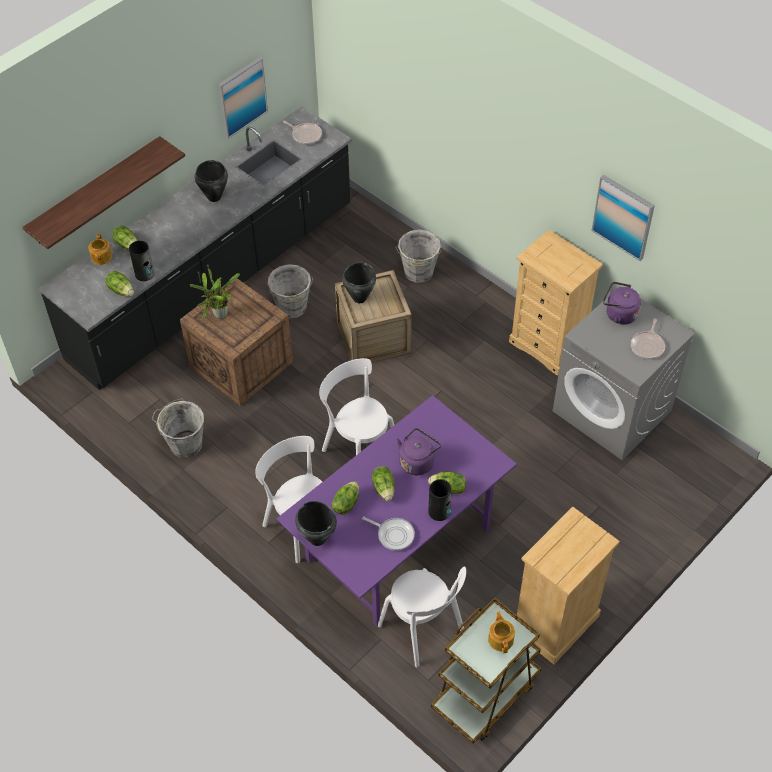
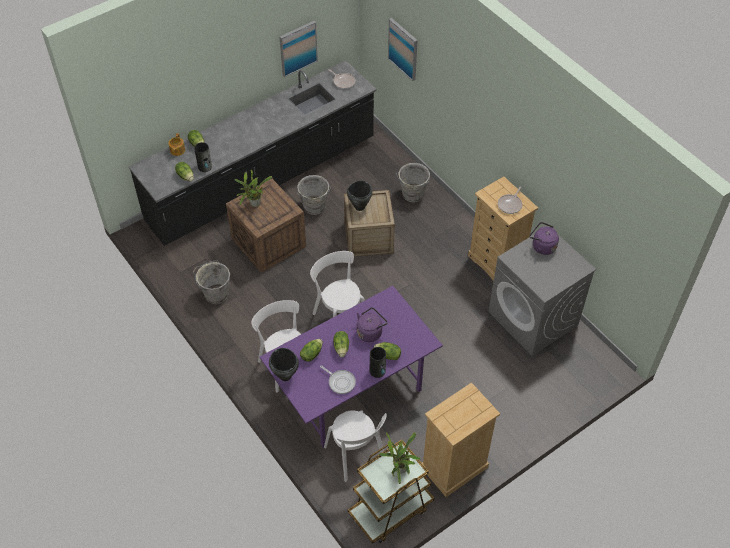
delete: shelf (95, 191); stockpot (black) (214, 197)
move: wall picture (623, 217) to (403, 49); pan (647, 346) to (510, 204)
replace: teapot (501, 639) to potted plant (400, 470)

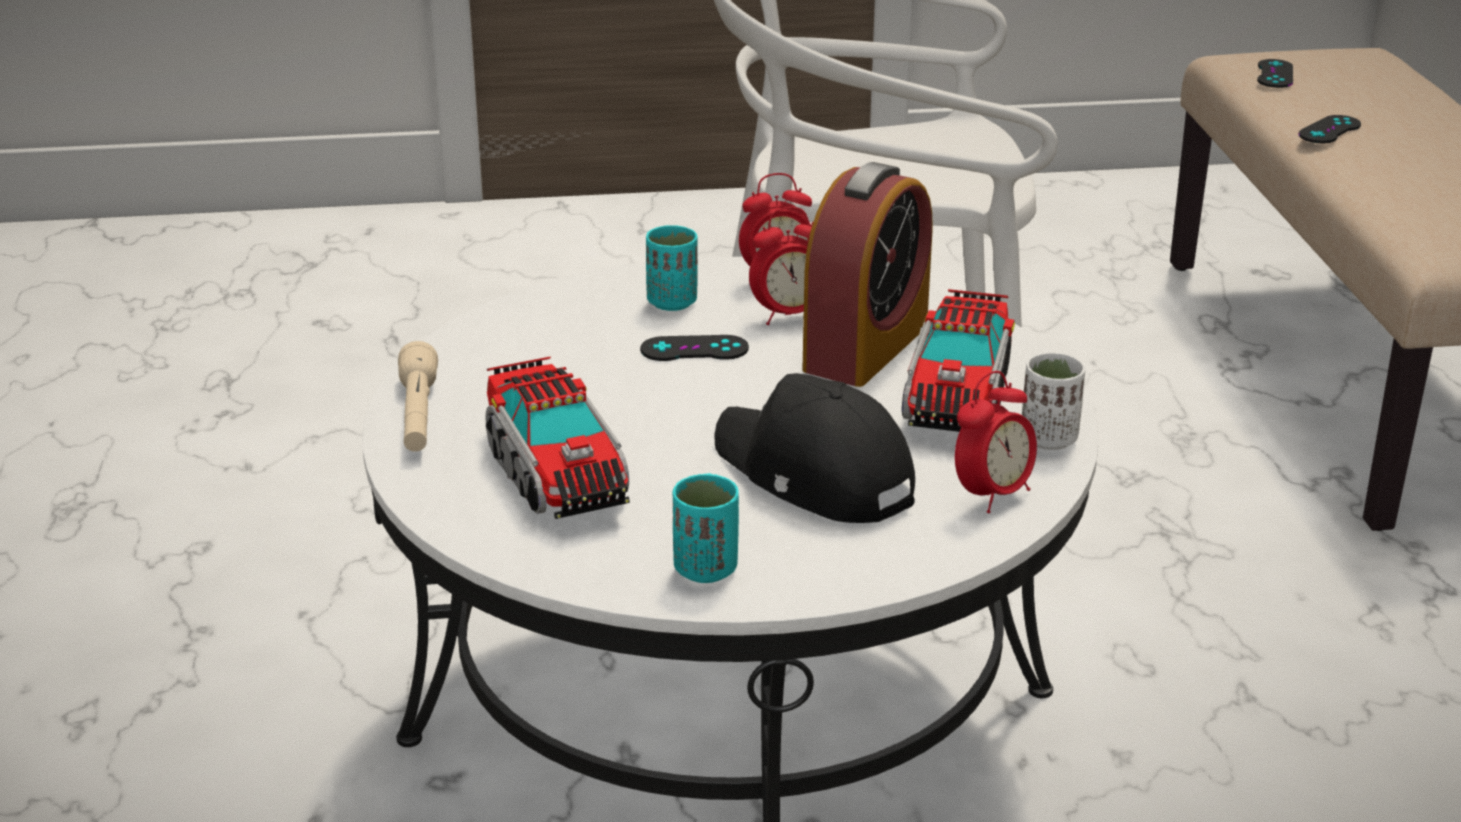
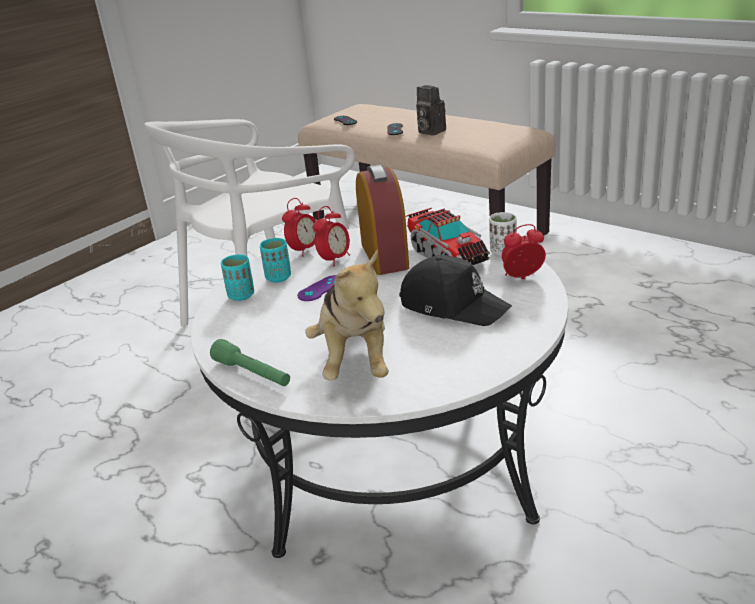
insert: still camera (429, 131)
move: small cup (turquoise-coloured) (706, 569) to (241, 295)
replace: model truck (555, 472) to cuddly toy (356, 359)
recolor: hand torch (beige-coloured) (418, 416) to hand torch (greenish) (252, 374); joypad (black) (694, 349) to joypad (purple-coloured) (321, 288)
rotate: peaked cap (black) (812, 475) = (453, 305) 150 degrees counterclockwise; table clock (992, 495) = (522, 278) 105 degrees counterclockwise

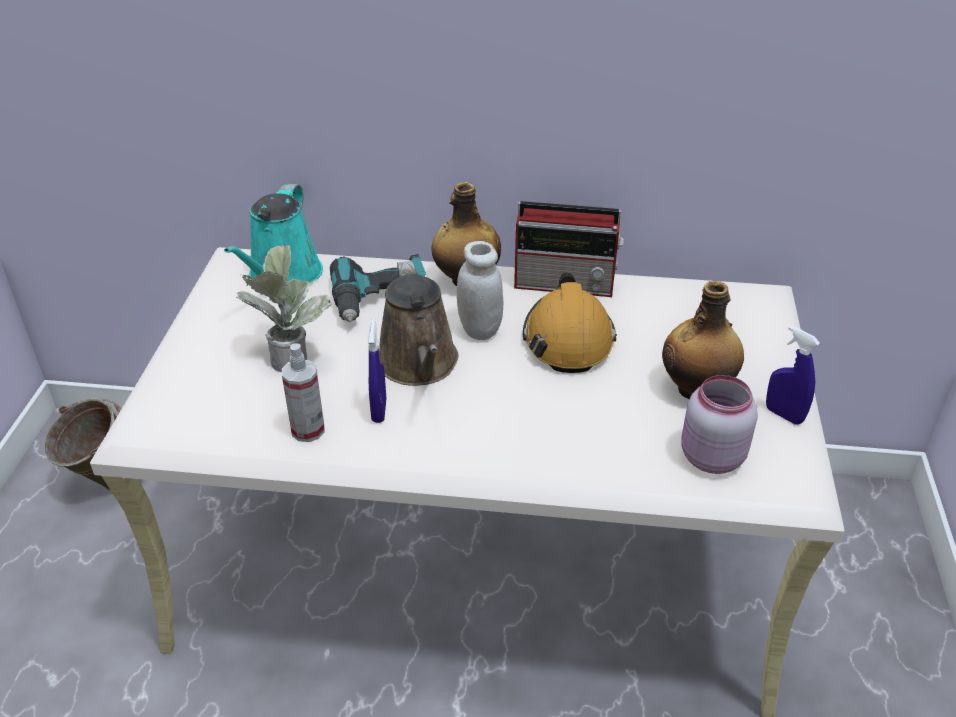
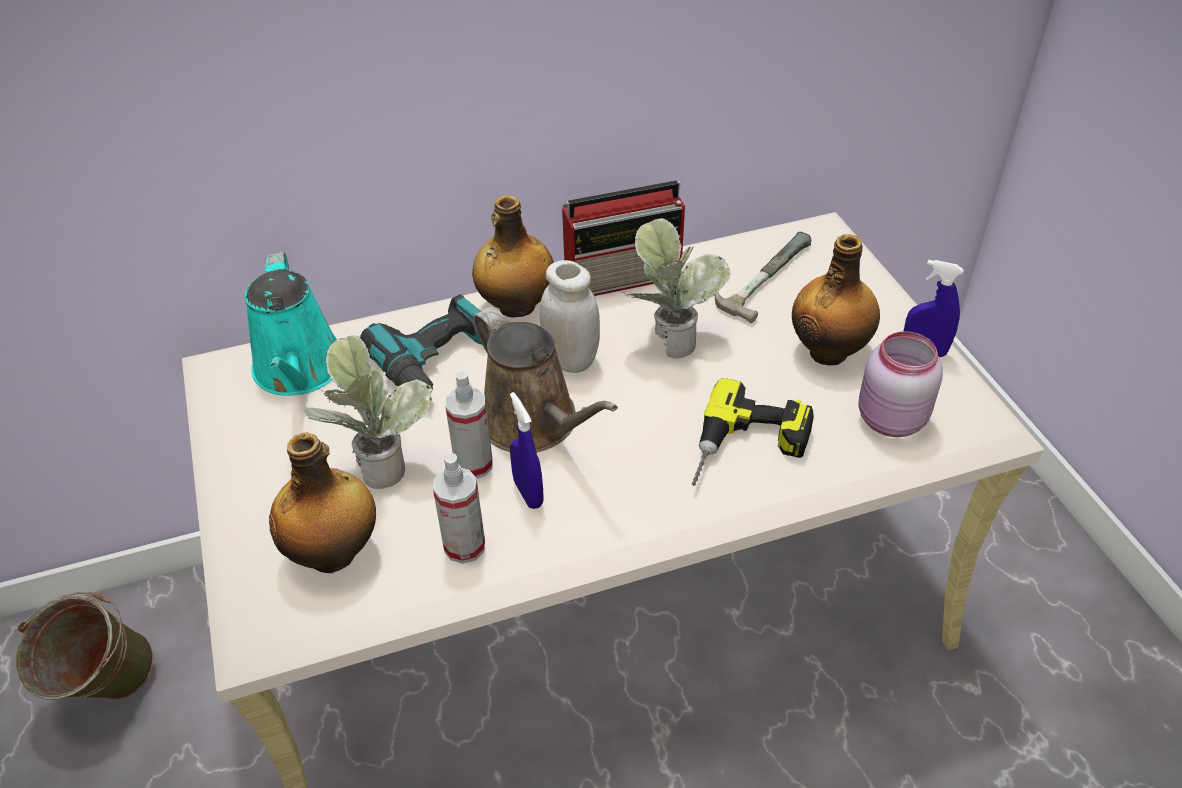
insert: drink bottle (334, 553); sprayer (474, 464); electric drill (748, 451); hand hammer (759, 275)
replace: work helmet (orangey) (568, 338) to potted plant (668, 339)

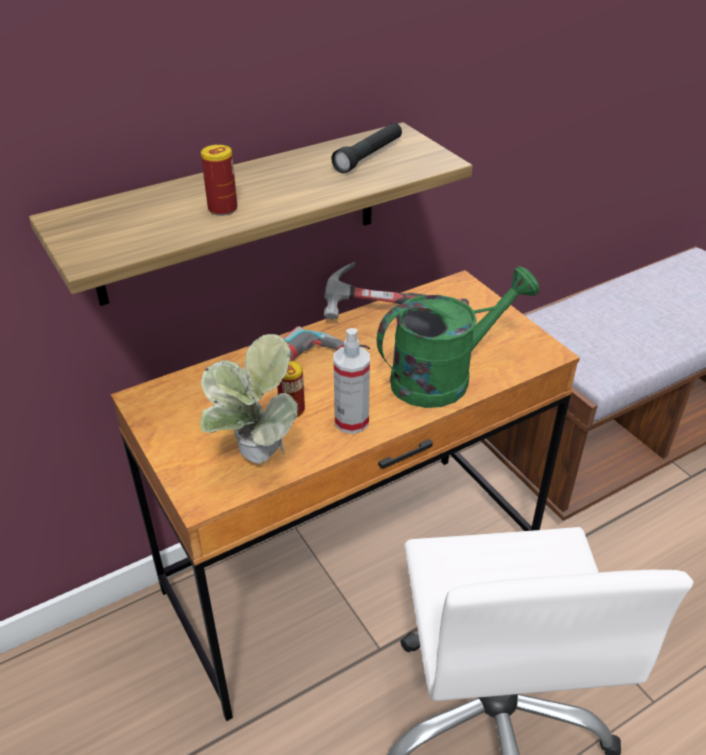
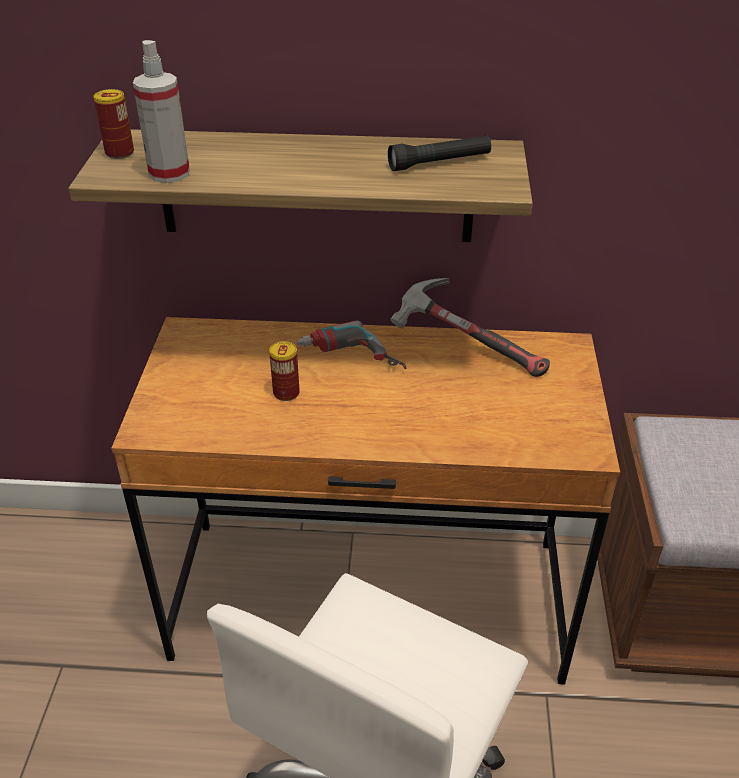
delete: potted plant (254, 463); watering can (greenish) (443, 377)
move: can (222, 209) to (119, 153); sprayer (351, 421) to (169, 173)

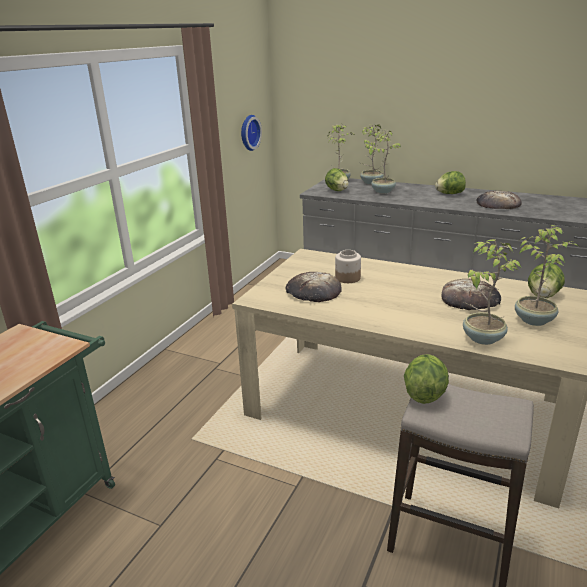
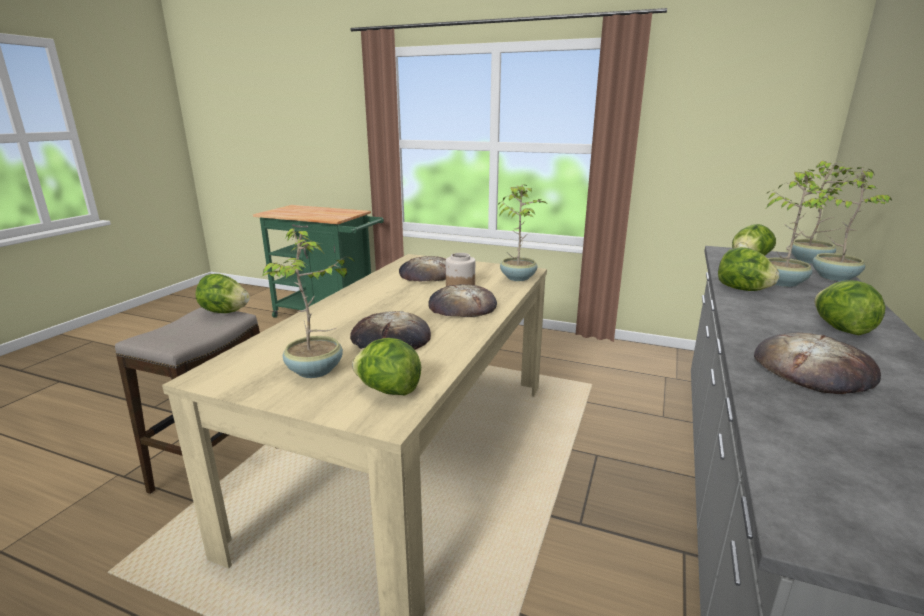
delete: hanging clock (248, 132)
insert: bakery bread (462, 306); lettuce (742, 289)
move: potted plant (481, 338) to (518, 277)

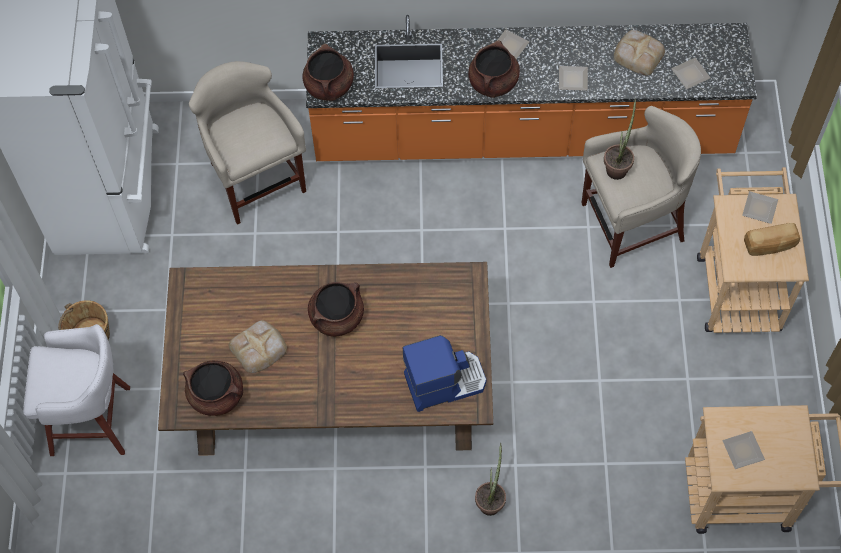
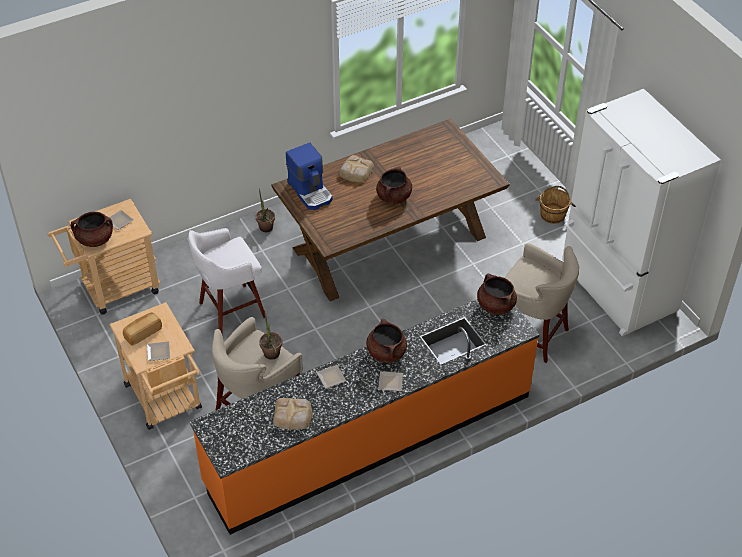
delete: dinner plate (689, 74)
move: stool seat (white) (94, 421) to (230, 311); stockpot (brown-coloured) (217, 395) to (95, 239); bakery bread (259, 348) to (355, 171)
rotate: coffee maker (444, 381) = (311, 191) 75 degrees counterclockwise

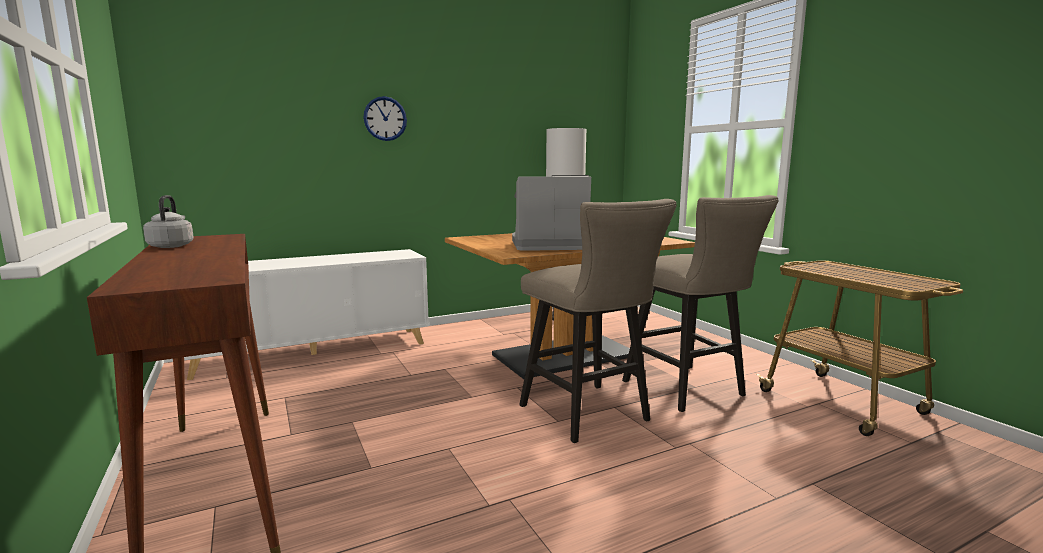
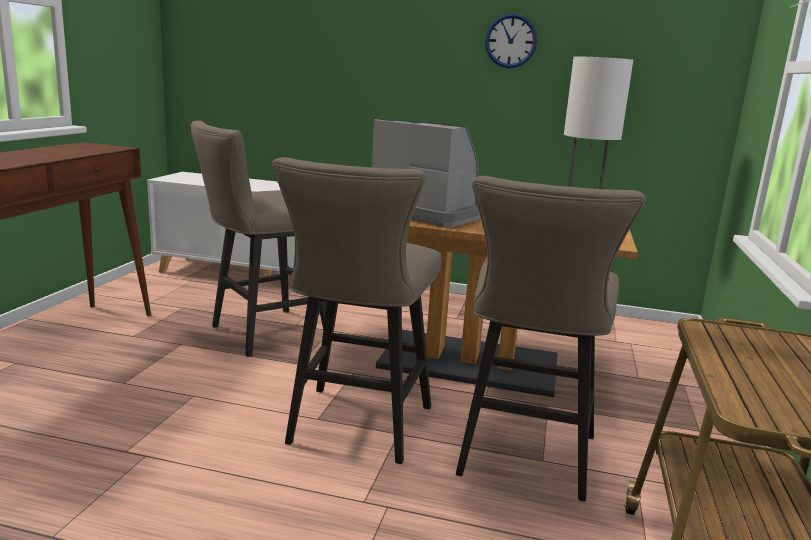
delete: kettle (gray) (172, 246)
insert: stool seat (beige-coloured) (262, 334)
move: hanging clock (385, 118) to (511, 41)

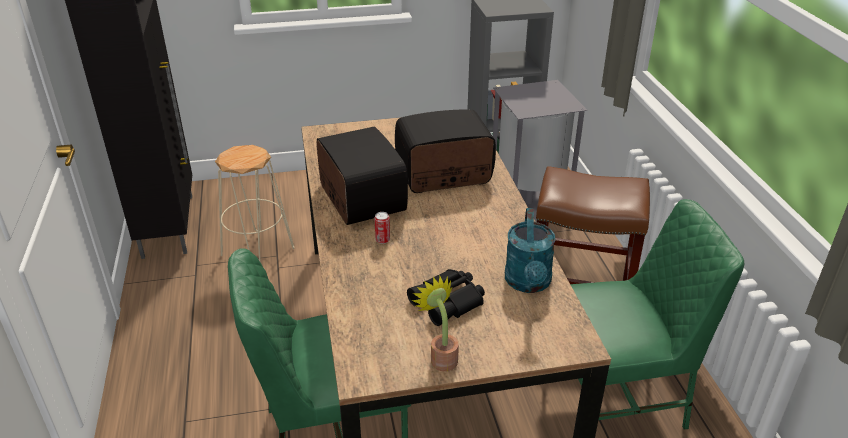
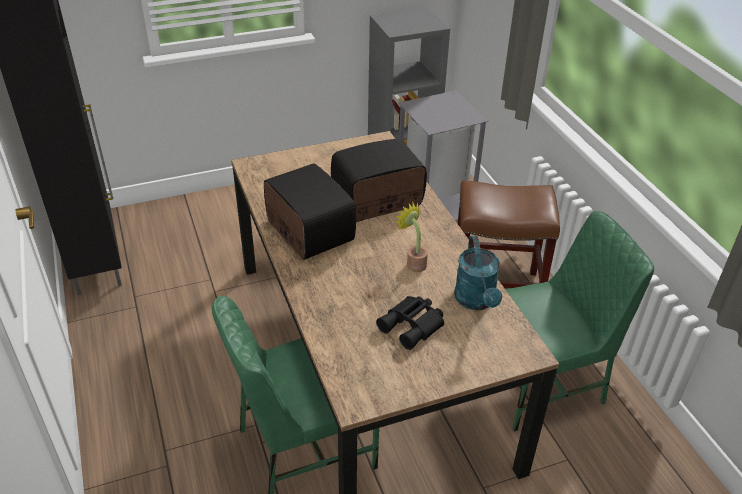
delete: stool seat (beige-coloured) (257, 252); can (382, 240)
move: potted plant (441, 357) to (413, 263)

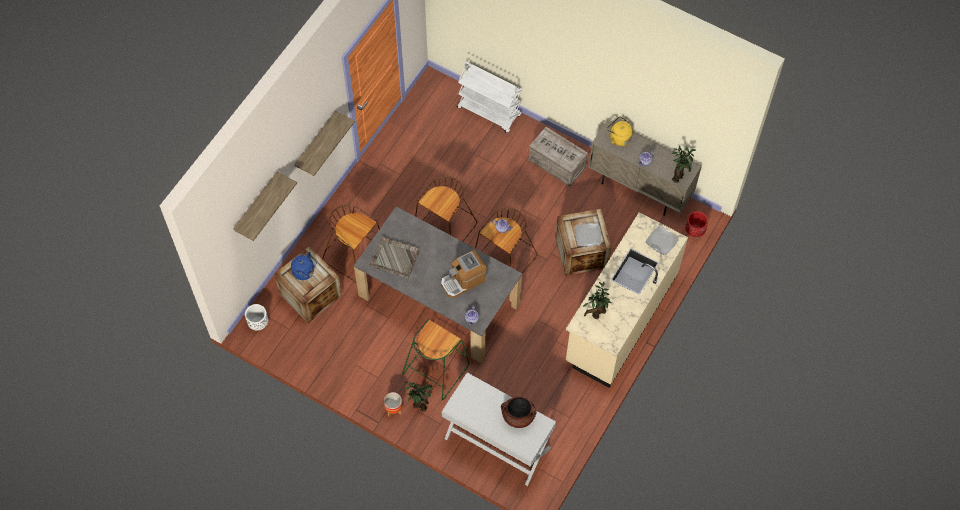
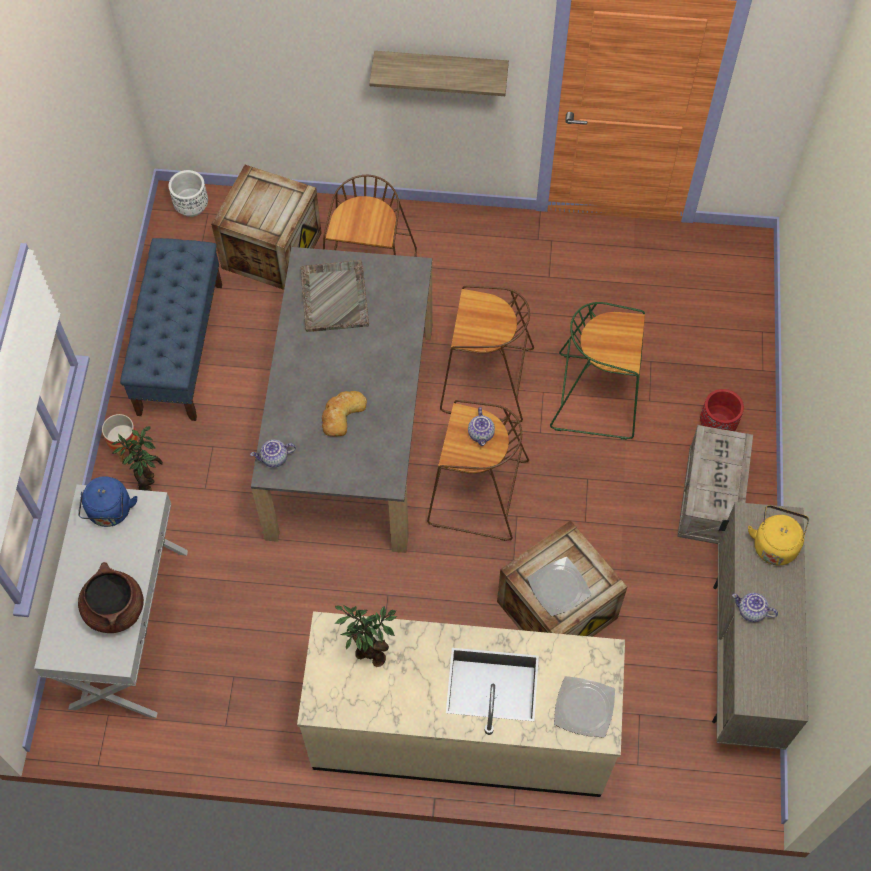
delete: shelf (256, 205); cart (white) (489, 112); potted plant (679, 176)
insert: long seat (blue) (180, 348)
move: kettle (blue) (305, 272) to (110, 512); stool seat (greenish) (436, 368) to (597, 396); plant pot (reddish) (695, 230) to (717, 424)
replace: coffee maker (463, 281) to bakery bread (341, 414)

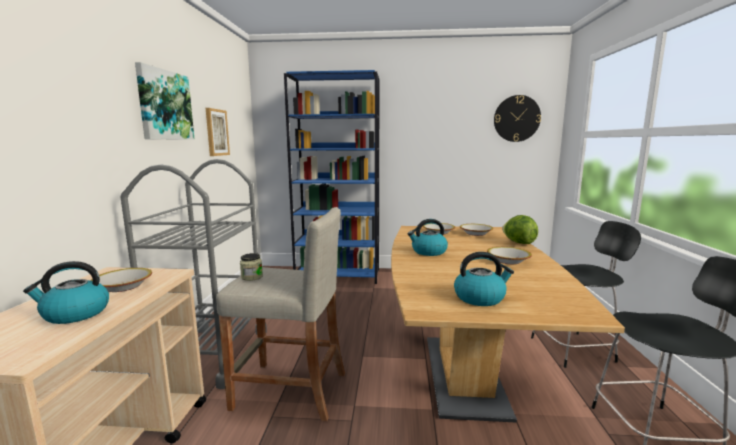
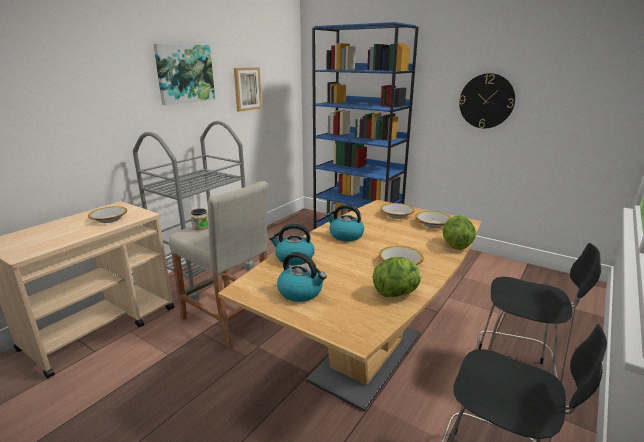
insert: lettuce (397, 293)
move: kettle (75, 314) to (294, 258); hanging clock (516, 118) to (486, 101)

